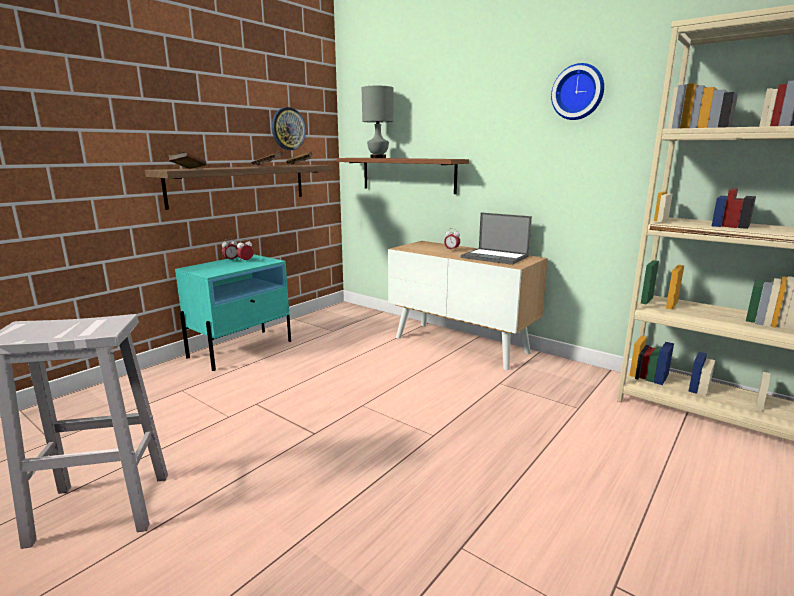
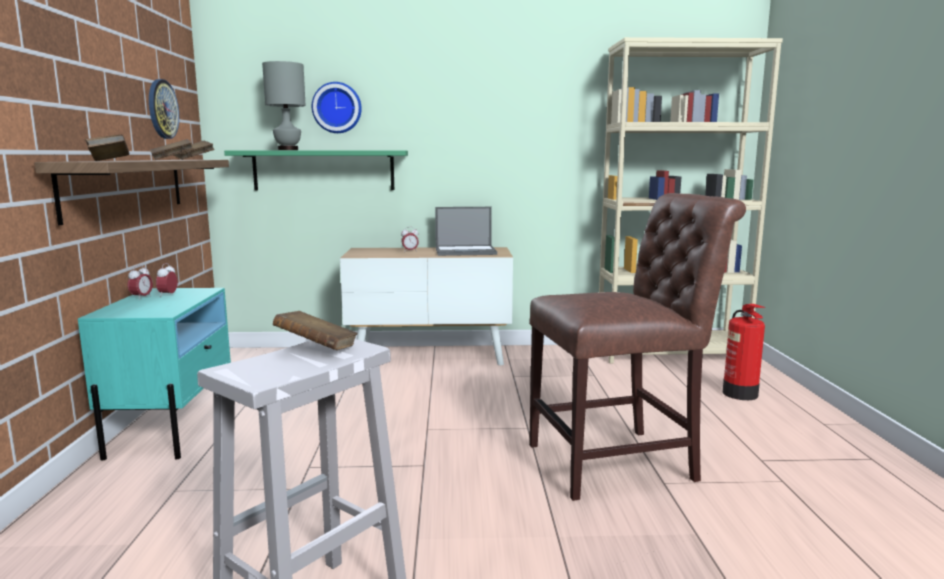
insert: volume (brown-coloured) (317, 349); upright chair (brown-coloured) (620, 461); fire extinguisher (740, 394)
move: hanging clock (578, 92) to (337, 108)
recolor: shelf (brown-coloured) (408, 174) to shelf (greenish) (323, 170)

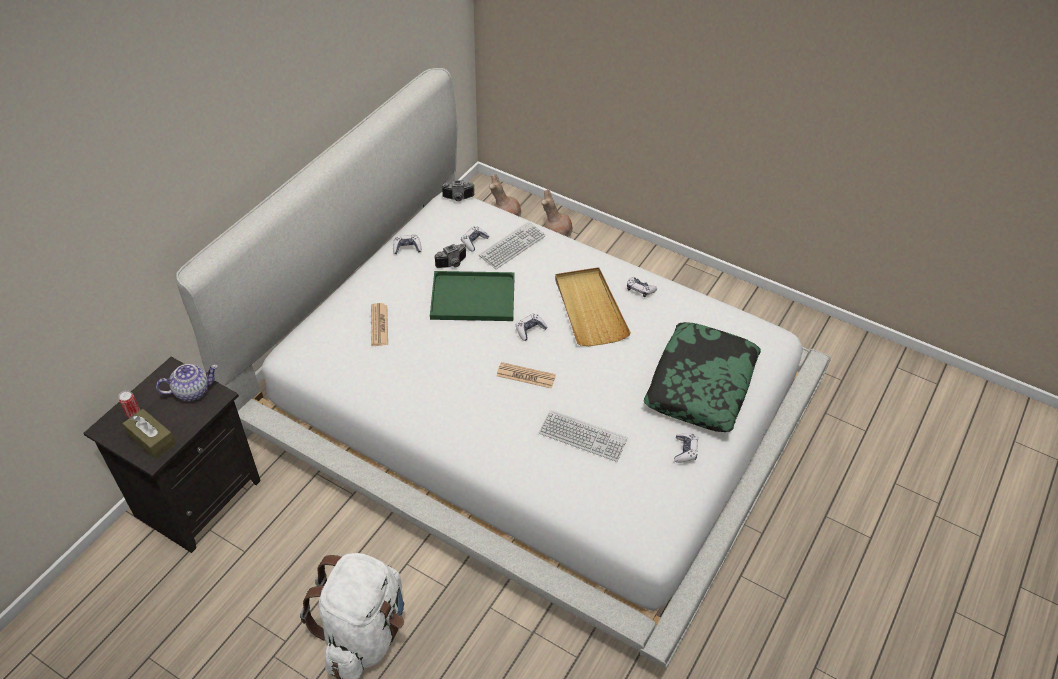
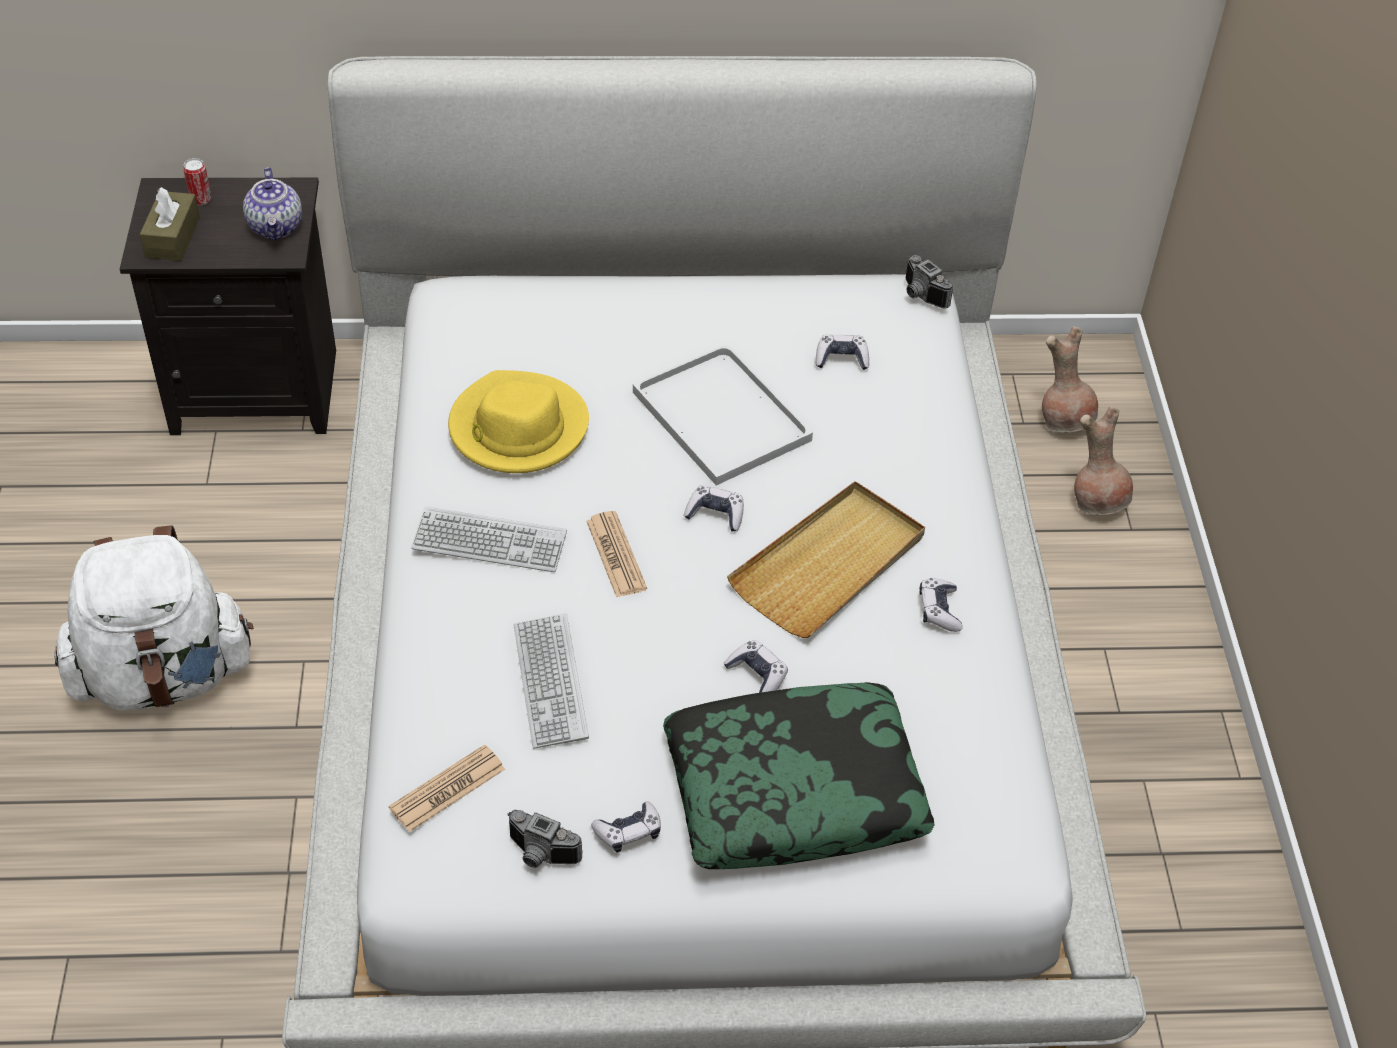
insert: wearable hat (yellowish) (517, 428)
move: printed paper (379, 325) to (447, 789); joypad (407, 248) to (757, 675); still camera (453, 264) to (540, 856); keyboard (512, 246) to (489, 542)
recolor: tray (greenish) (475, 297) to tray (white) (724, 417)
rotate: teapot (192, 391) = (276, 227) 45 degrees clockwise

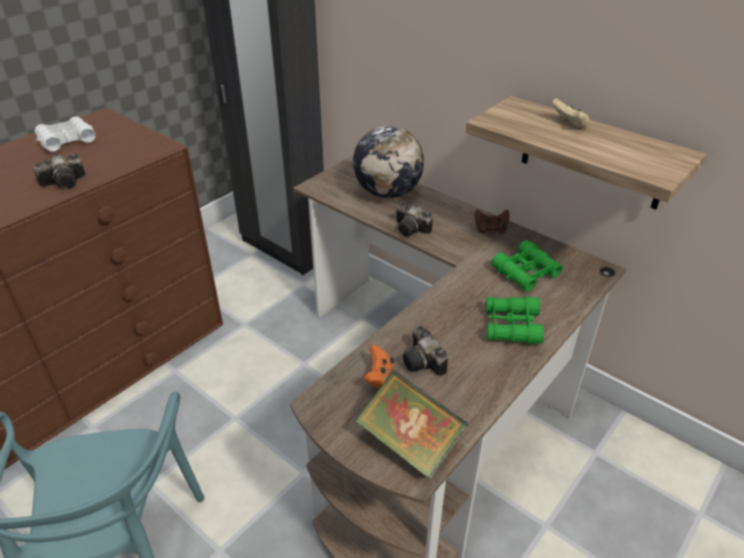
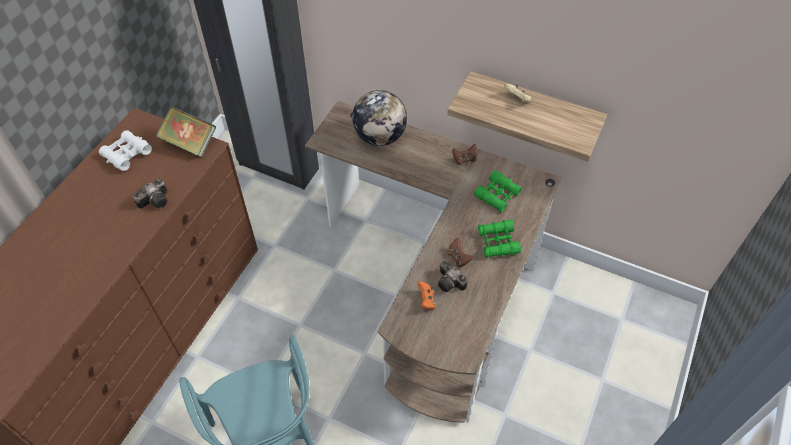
delete: still camera (412, 230)
insert: joypad (brown-coloured) (458, 258)
move: volume (410, 443) to (189, 143)

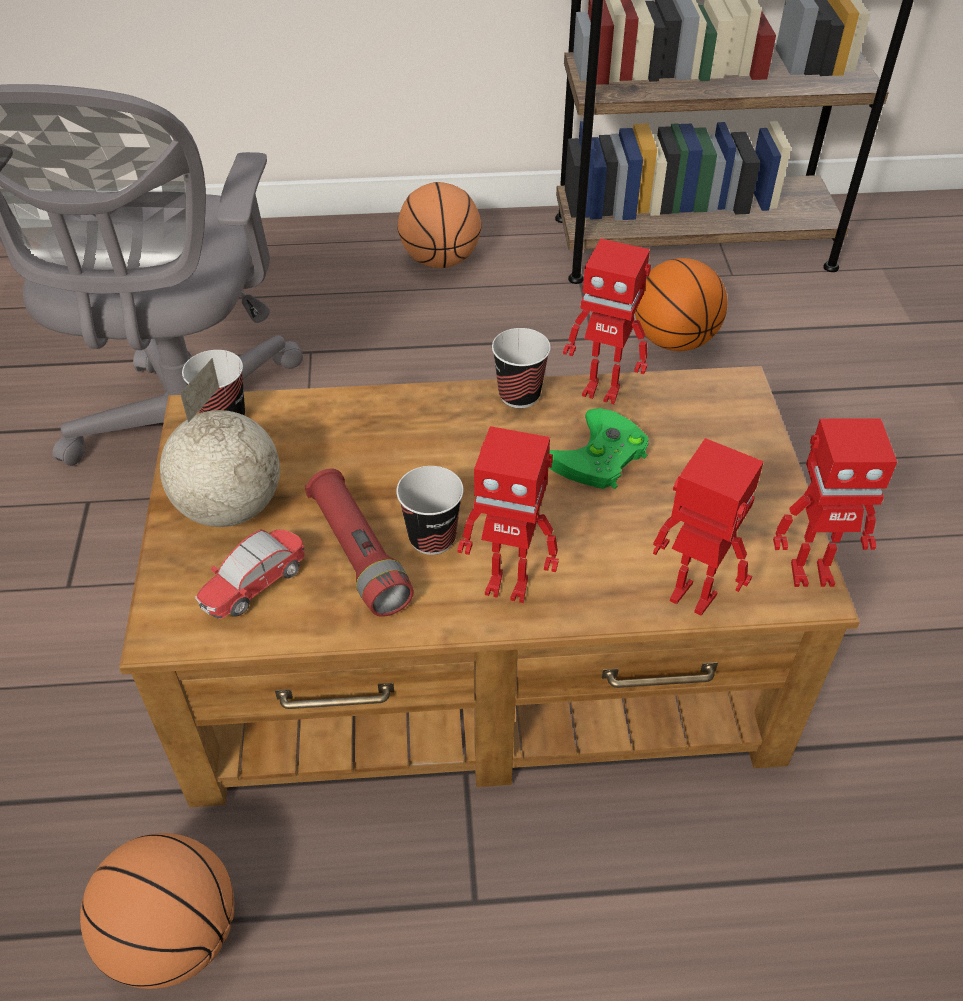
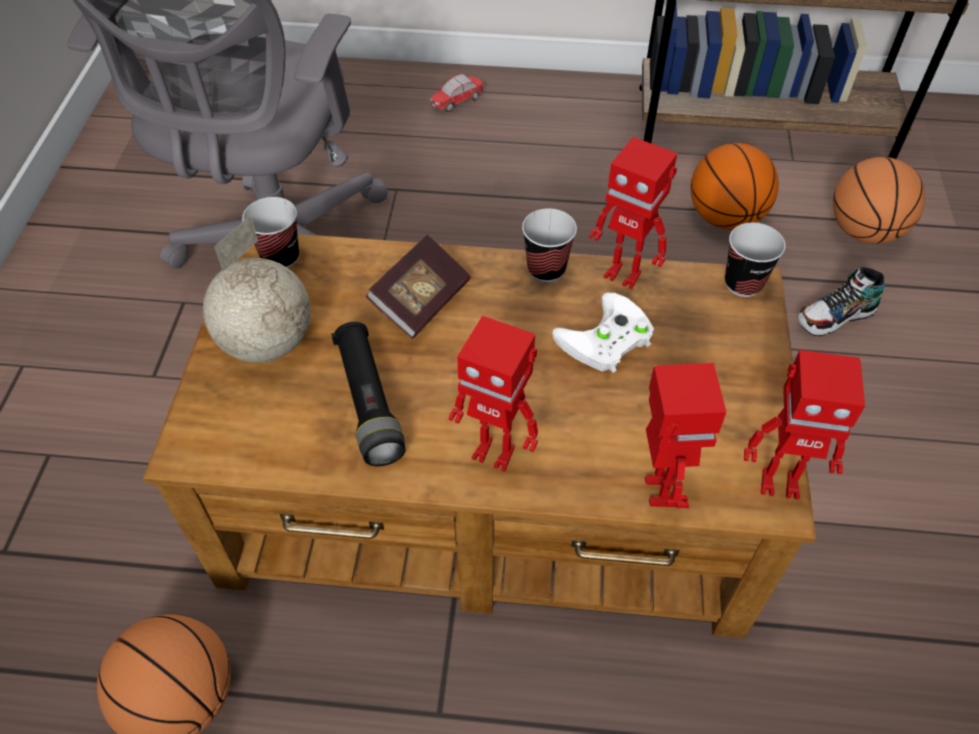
insert: volume (421, 301); shoe (835, 317)
move: toy car (256, 586) to (457, 102); small cup (432, 538) to (743, 283); basketball ball (440, 260) to (864, 231)
recolor: hand torch (reddish) (359, 554) to hand torch (black) (369, 403); joypad (greenish) (599, 458) to joypad (white) (605, 341)
rotate: model robot (691, 599) = (659, 491) 45 degrees clockwise

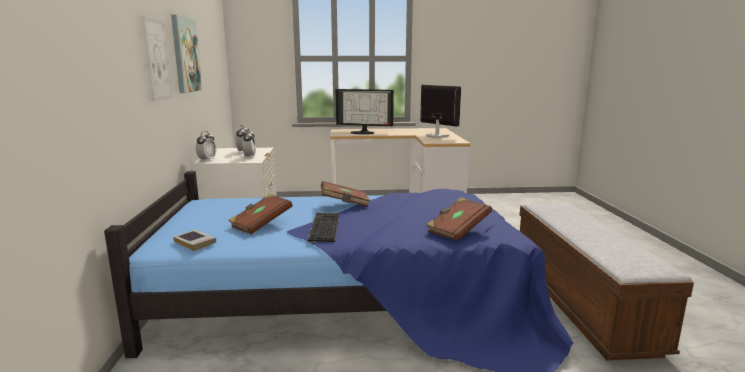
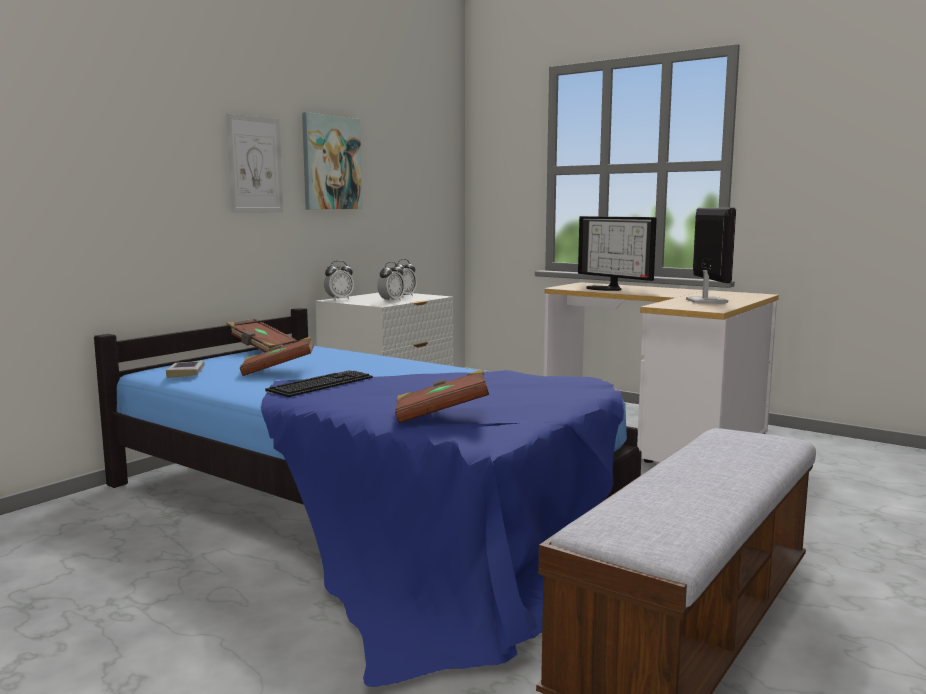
move: volume (brown-coloured) (345, 203) to (261, 349)

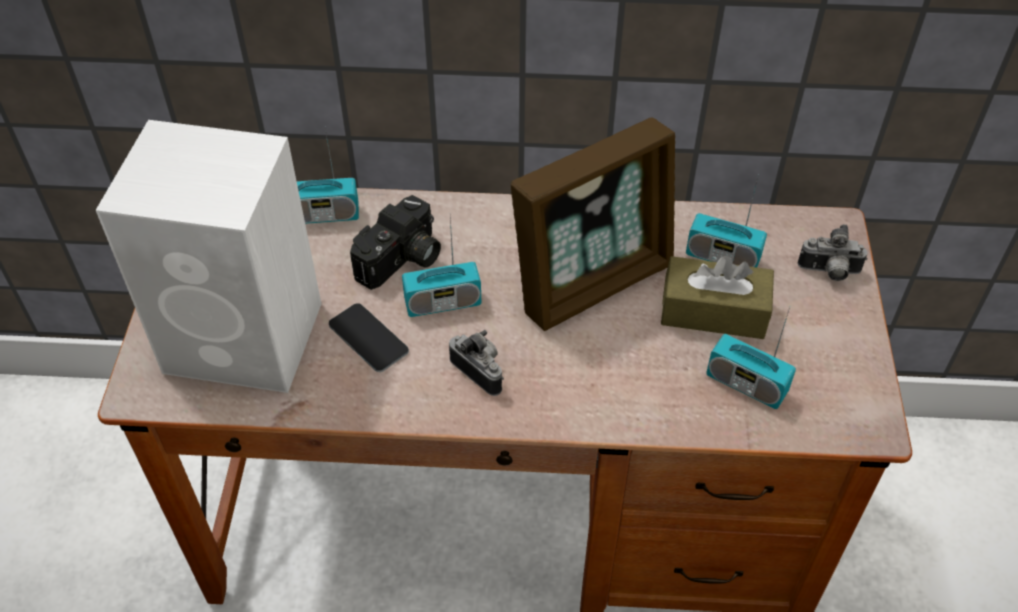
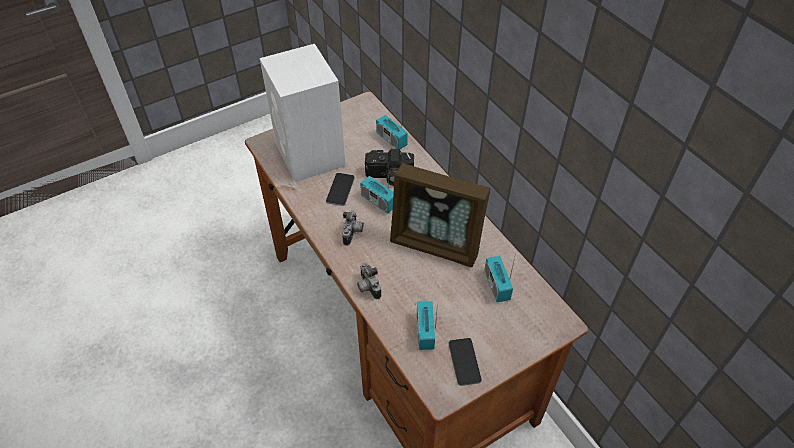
delete: tissue holder (brown-coloured) (713, 311)
insert: telephone (464, 361)
move: still camera (829, 272) to (367, 287)

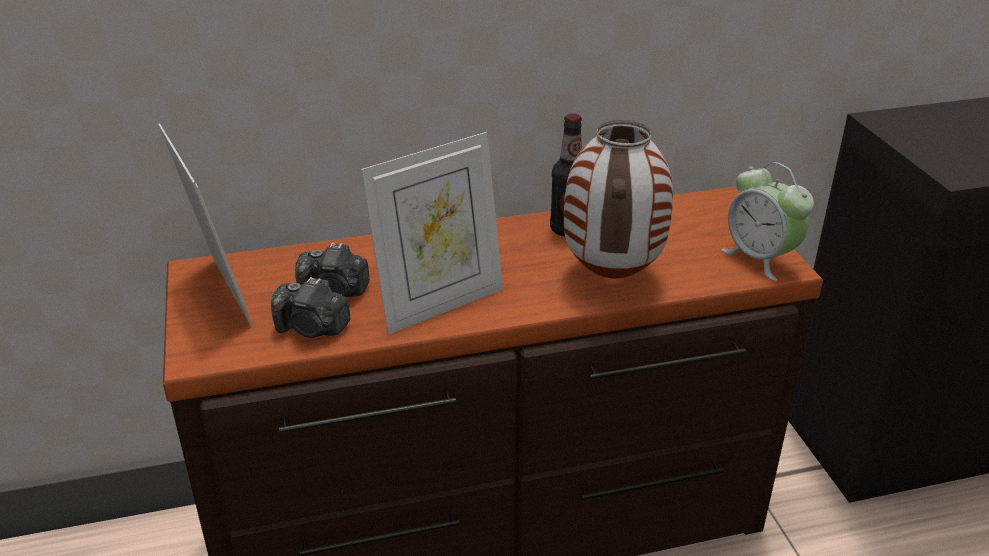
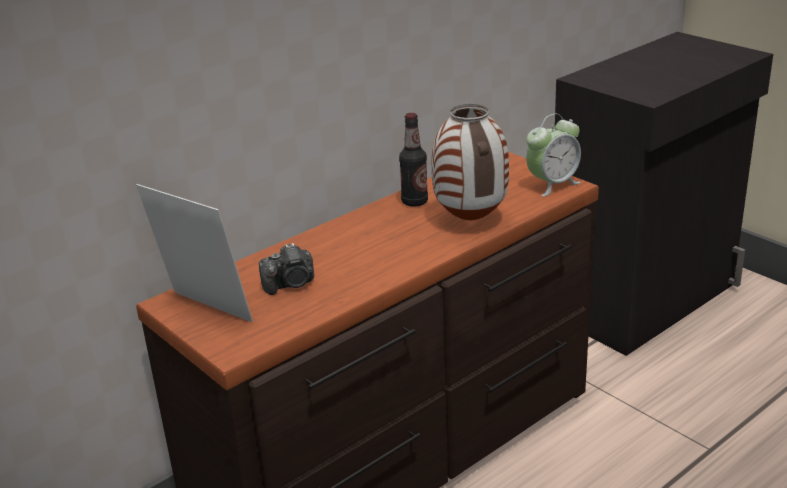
delete: still camera (312, 328); standing frame (439, 304)
rotate: table clock (760, 258) = (552, 184) 60 degrees counterclockwise

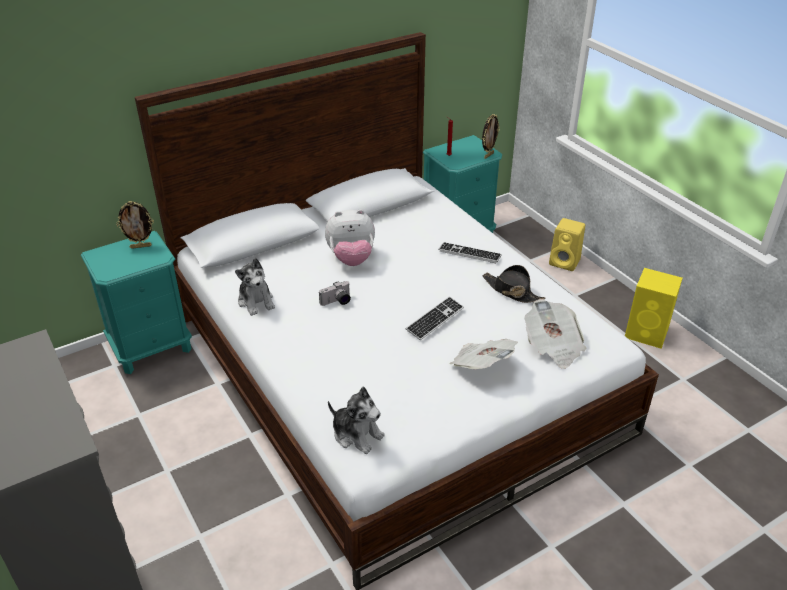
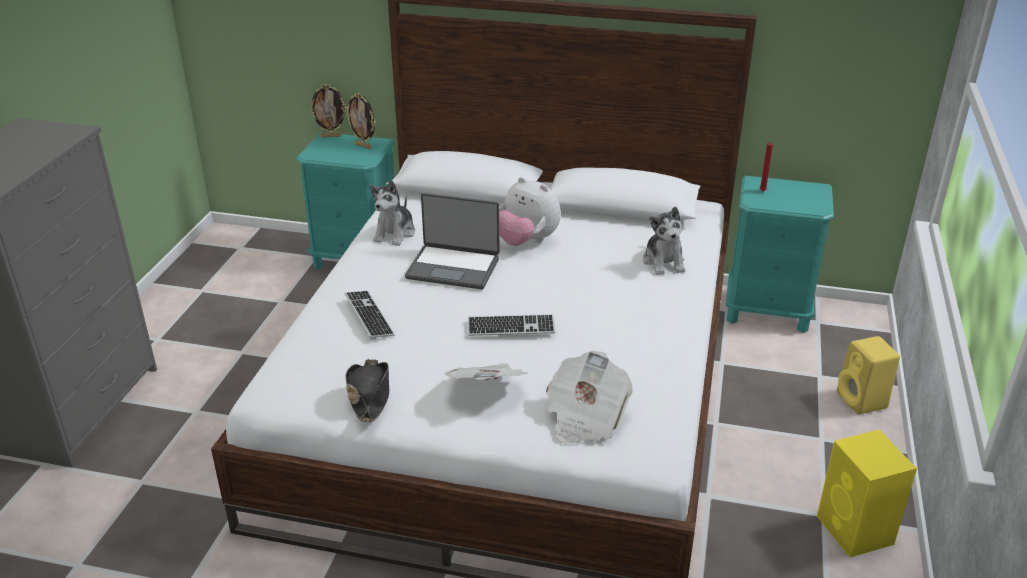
move: cuddly toy (357, 434) to (664, 262); keyboard (469, 253) to (369, 316); standing frame (488, 155) to (331, 136); wearable hat (black) (512, 291) to (369, 395)
replace: still camera (337, 302) to portable computer (453, 267)

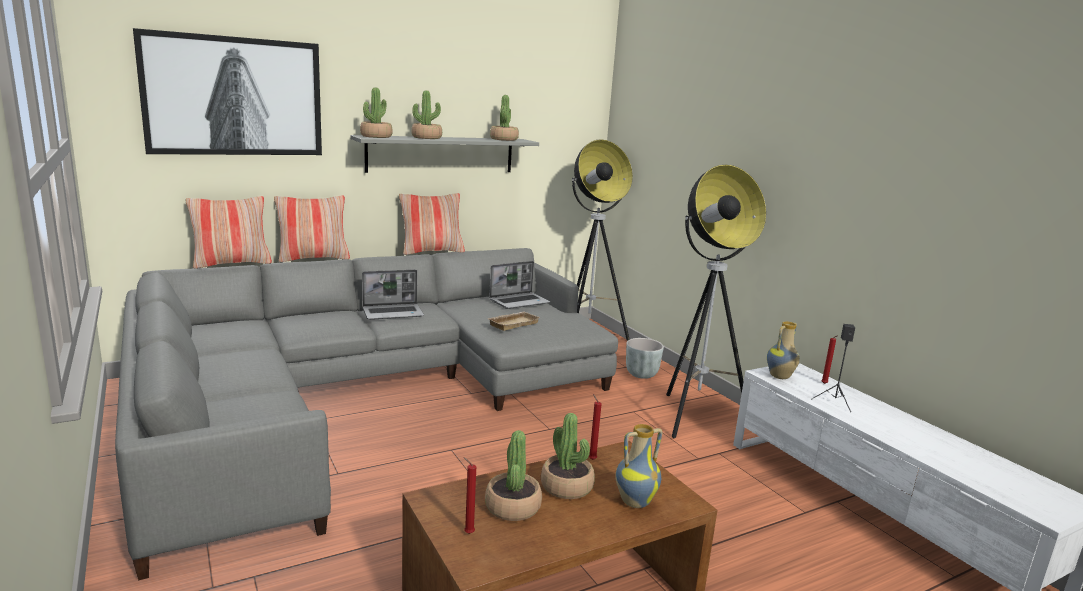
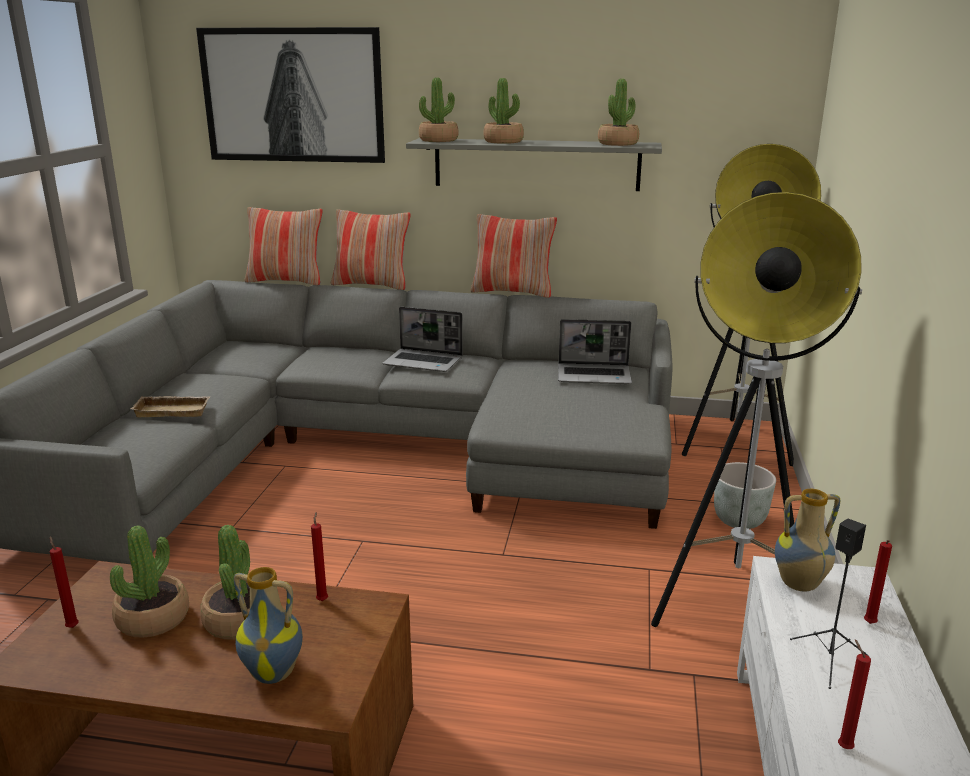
insert: wax candle (reddish) (843, 746)
move: tray (beige-coloured) (513, 323) to (174, 410)

